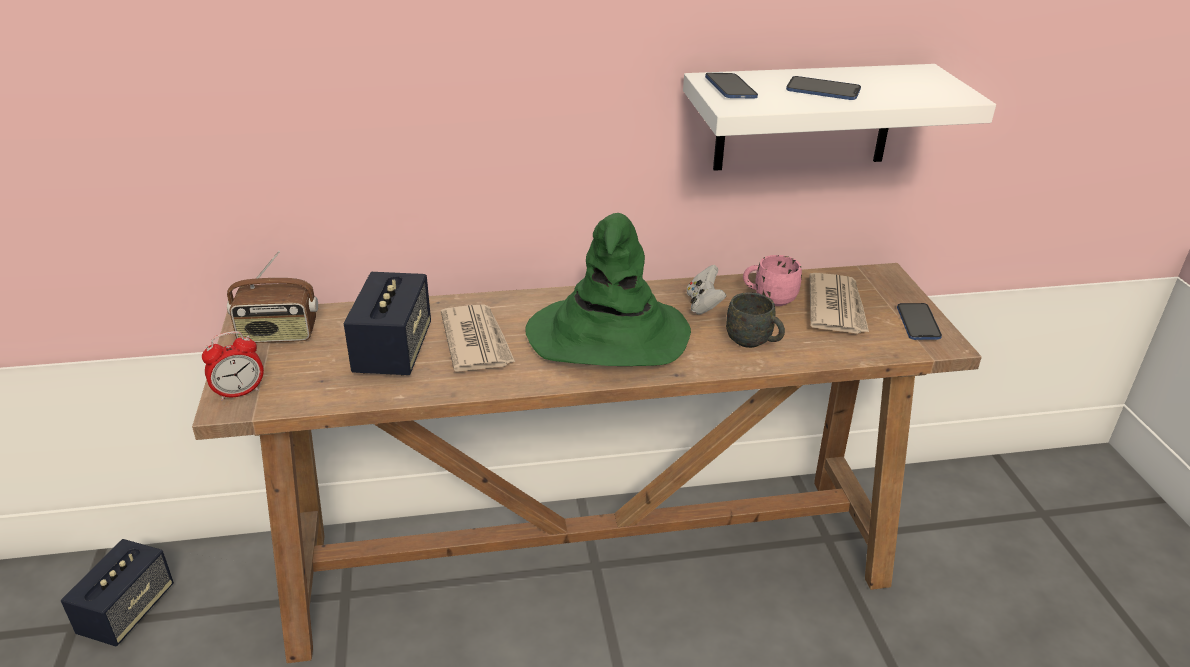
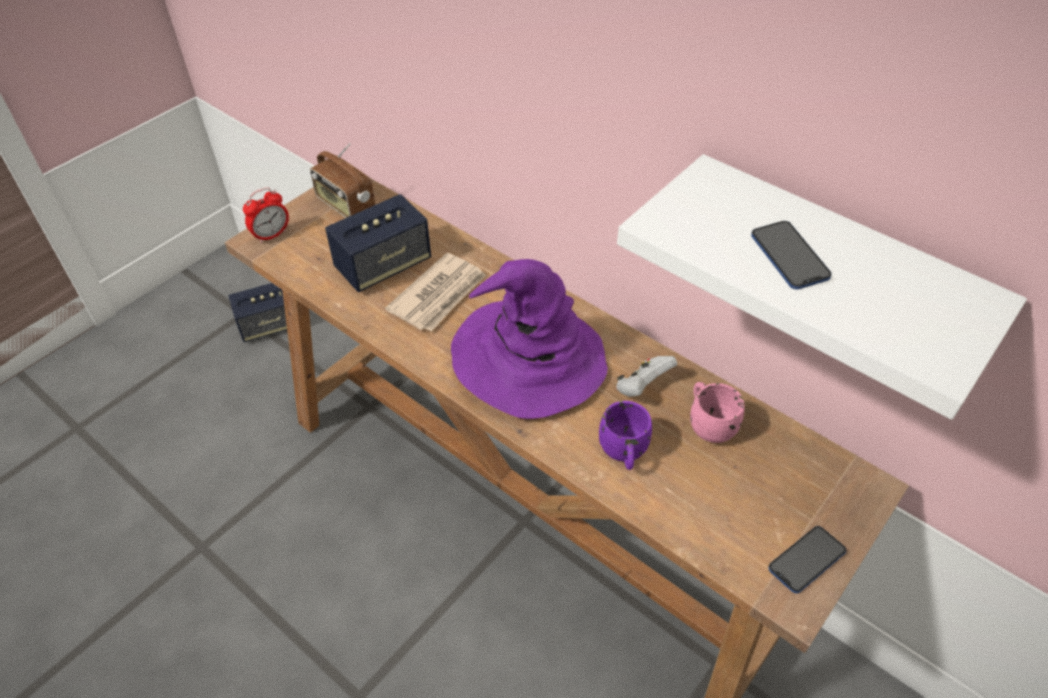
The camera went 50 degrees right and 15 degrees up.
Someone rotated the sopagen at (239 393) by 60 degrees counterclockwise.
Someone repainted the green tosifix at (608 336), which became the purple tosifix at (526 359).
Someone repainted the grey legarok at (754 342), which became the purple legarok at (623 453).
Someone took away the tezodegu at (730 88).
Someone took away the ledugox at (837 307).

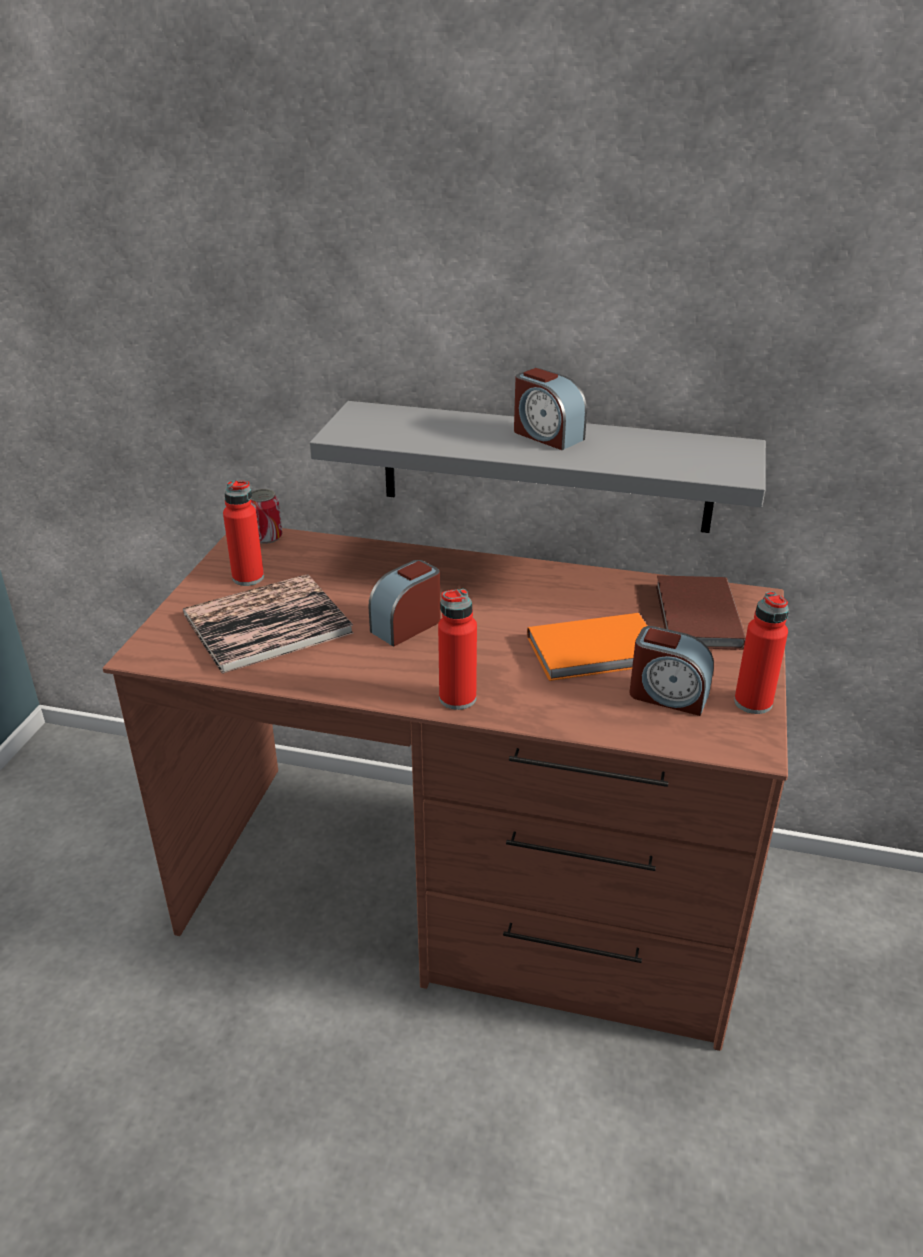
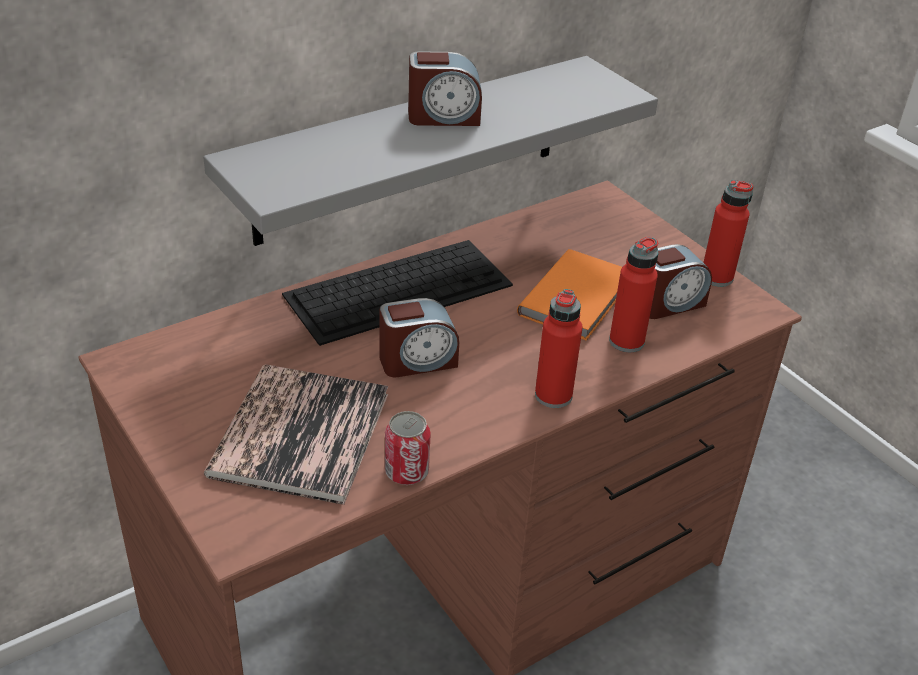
The camera went 50 degrees left and 5 degrees up.
Someone put down the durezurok at (400 289).
Someone rotated the sopagen at (406 625) by 105 degrees counterclockwise.
Someone carried the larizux from (266 537) to (406 472).
Someone carried the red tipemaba from (248 578) to (626 341).
Someone took away the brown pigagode at (695 617).

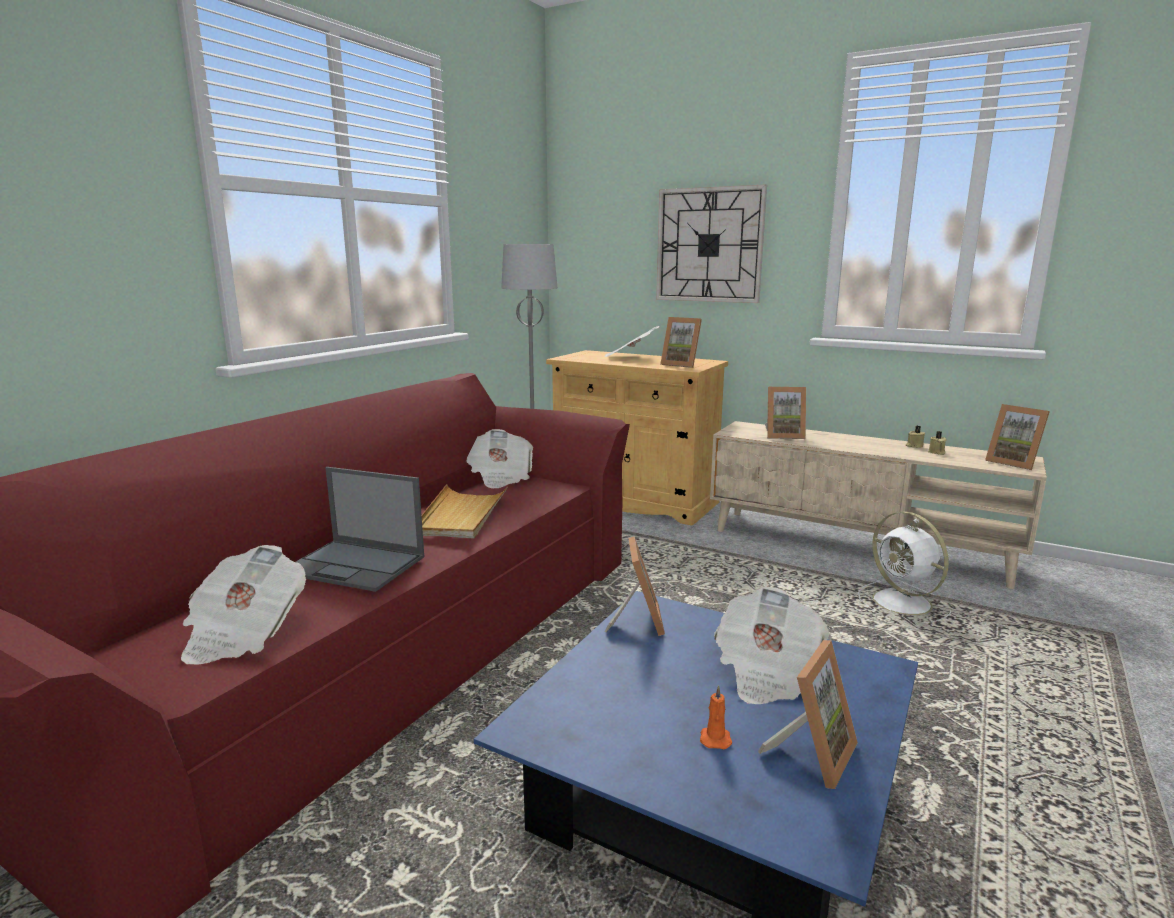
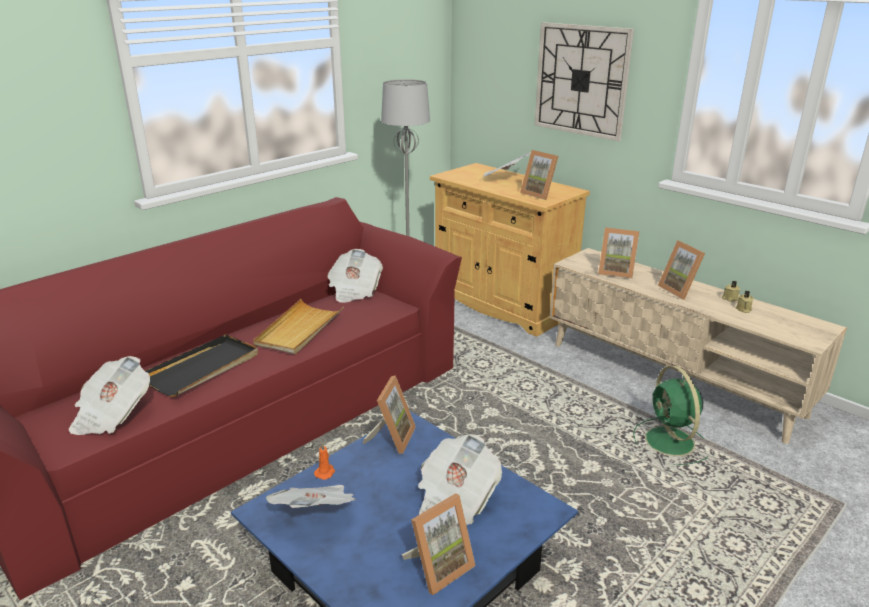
The camera went 15 degrees right and 10 degrees up.
Someone swapped the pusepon at (356 565) for the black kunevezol at (203 368).
Someone put down the ledugox at (316 513).
Someone carried the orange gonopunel from (715 738) to (325 472).
Someone repainted the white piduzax at (904 604), which became the green piduzax at (670 443).
Someone carried the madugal from (1013 463) to (680 290).

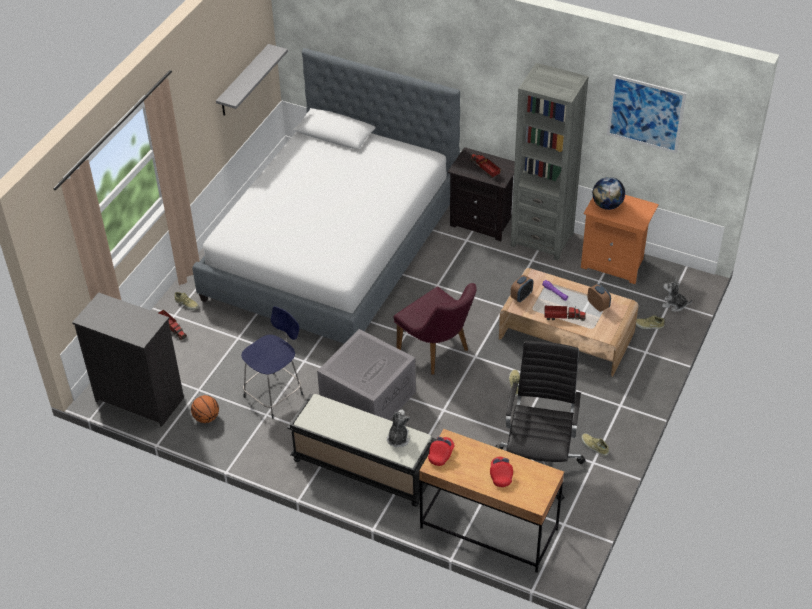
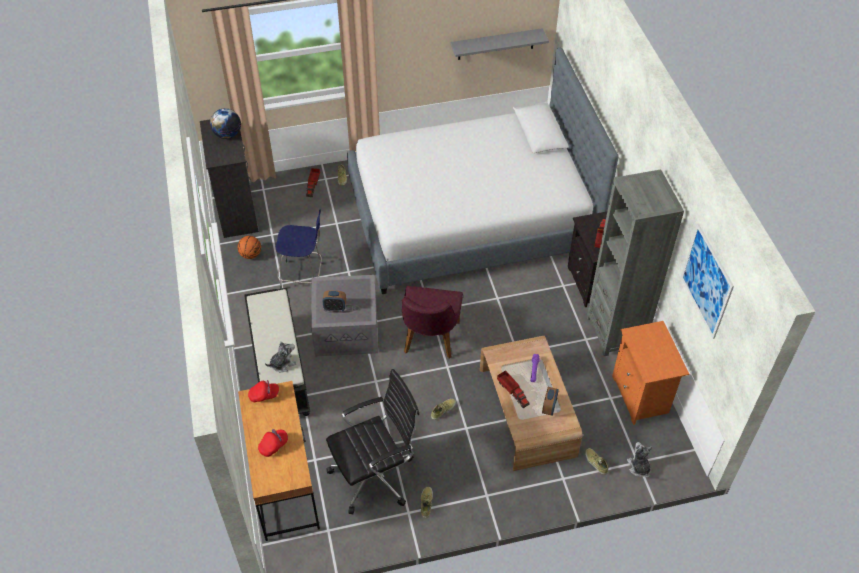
The camera went 50 degrees right and 5 degrees up.
Someone carried the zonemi from (607 205) to (227 135).
Someone carried the sopagen from (521 296) to (335 308).

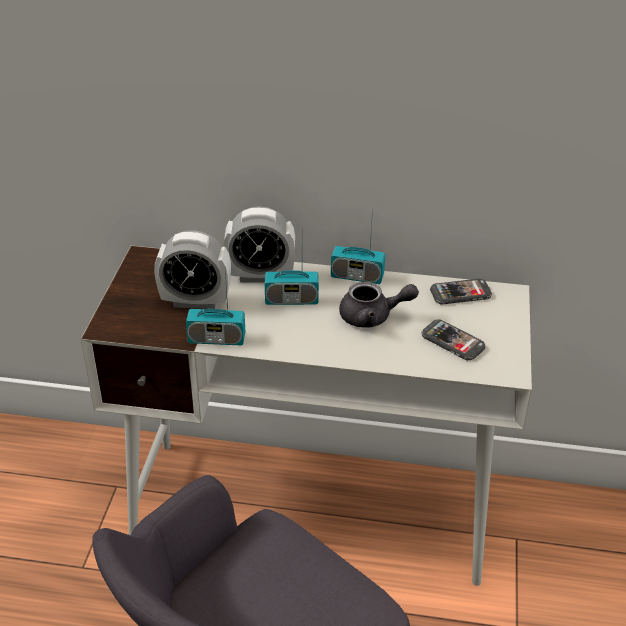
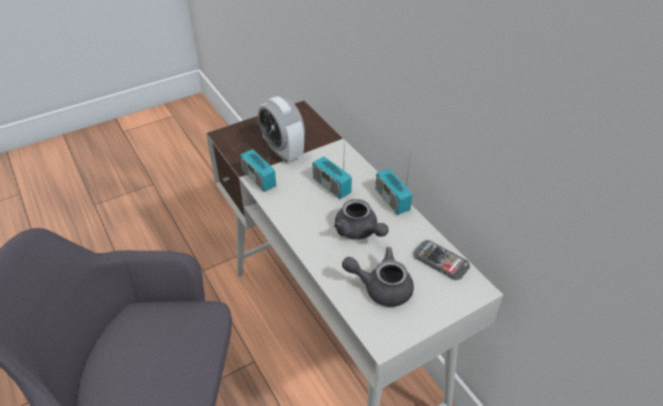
The camera went 50 degrees right and 5 degrees up.
Someone swapped the tezodegu at (452 341) for the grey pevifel at (381 287).
Someone took away the sopagen at (260 276).

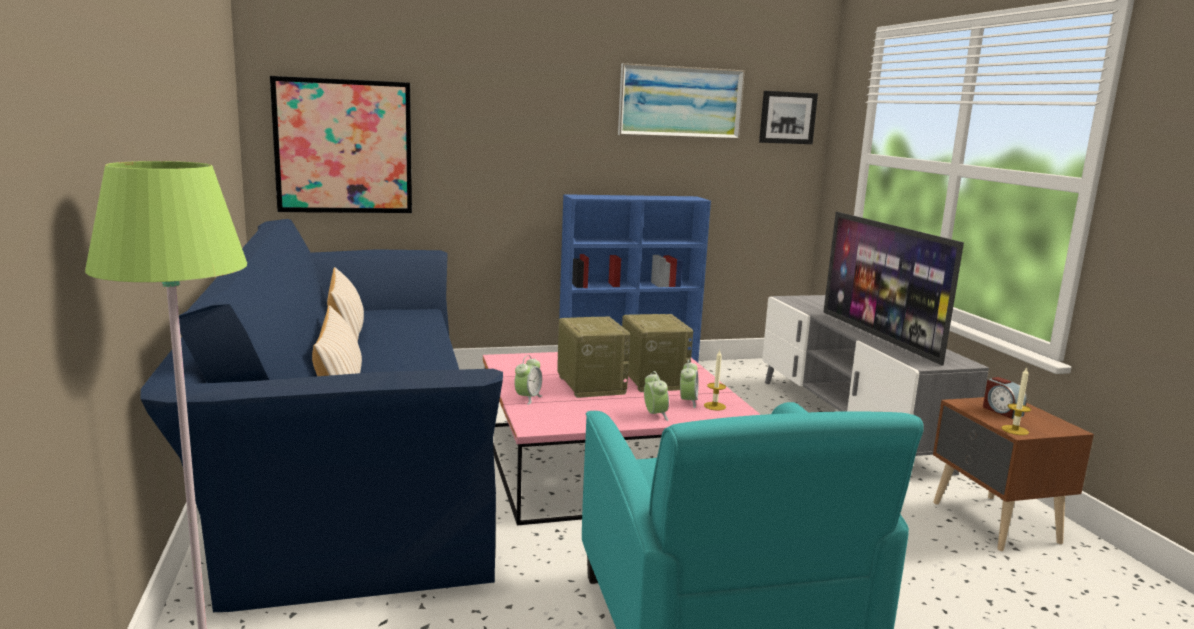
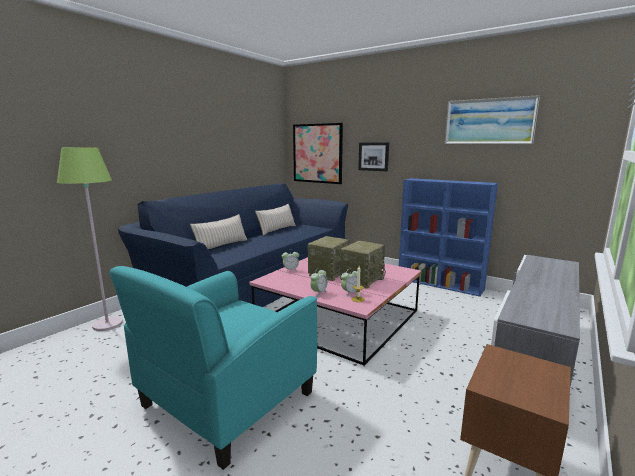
The camera went 50 degrees right and 0 degrees up.
Someone carried the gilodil from (787 117) to (373 156).
Someone took away the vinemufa at (880 337).
Someone took away the sopagen at (1001 411).
Someone took away the gonopunel at (1015 430).

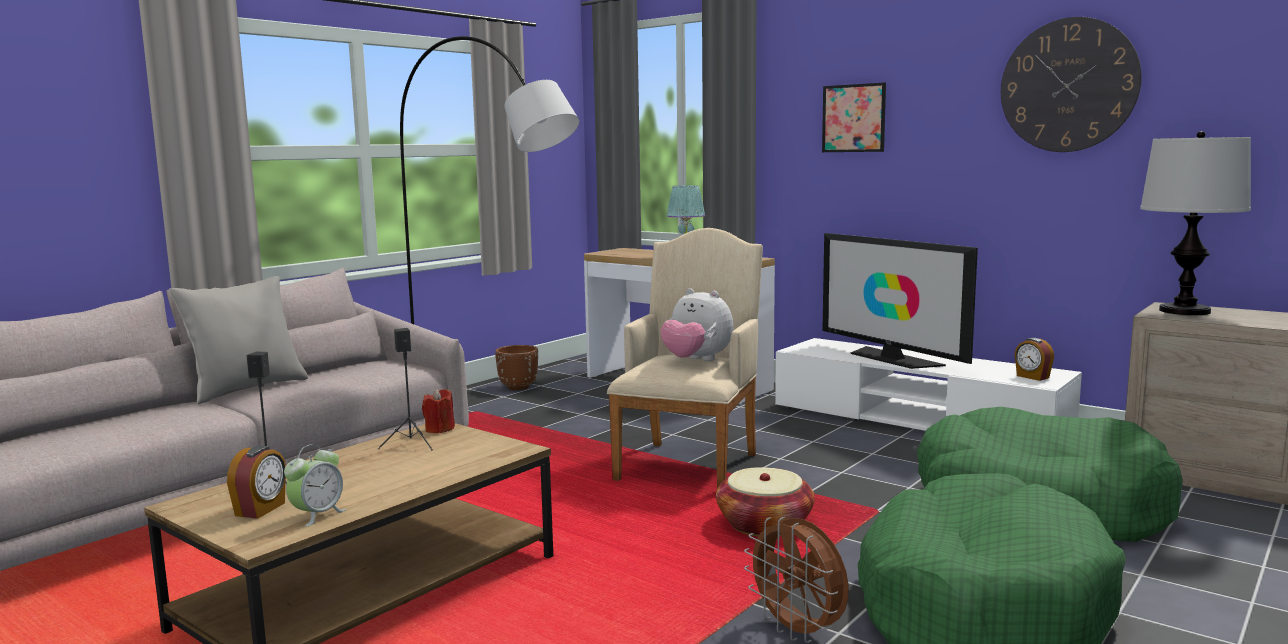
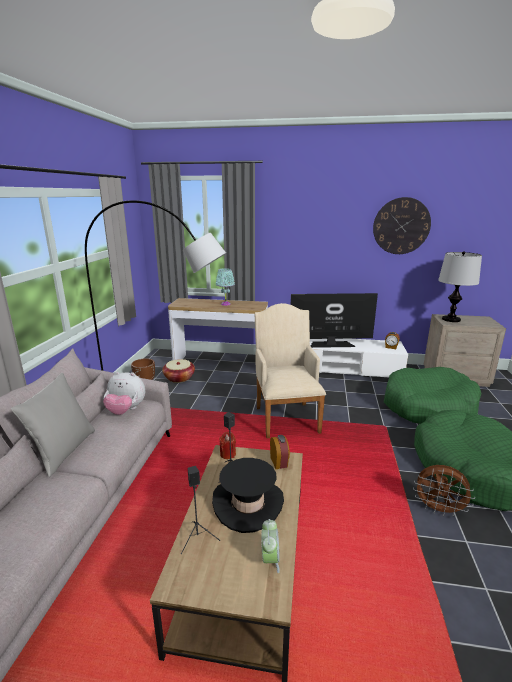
The camera went 30 degrees left and 10 degrees up.
Someone carried the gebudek from (696 360) to (126 410).
Someone carried the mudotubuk from (764 525) to (179 378).
Someone put down the black tosifix at (248 504).
Someone carried the sopagen from (261 509) to (279 462).
Someone rotated the vinemufa at (892 358) by 150 degrees clockwise.
Someone took away the gilodil at (853 118).

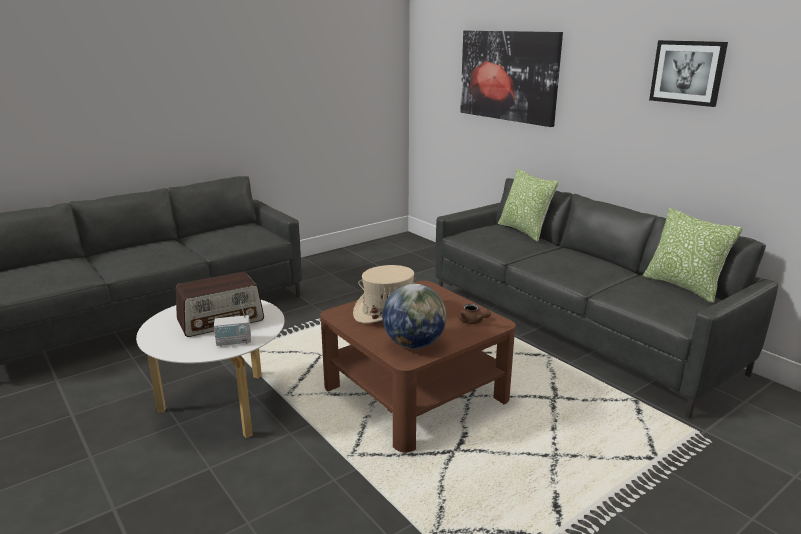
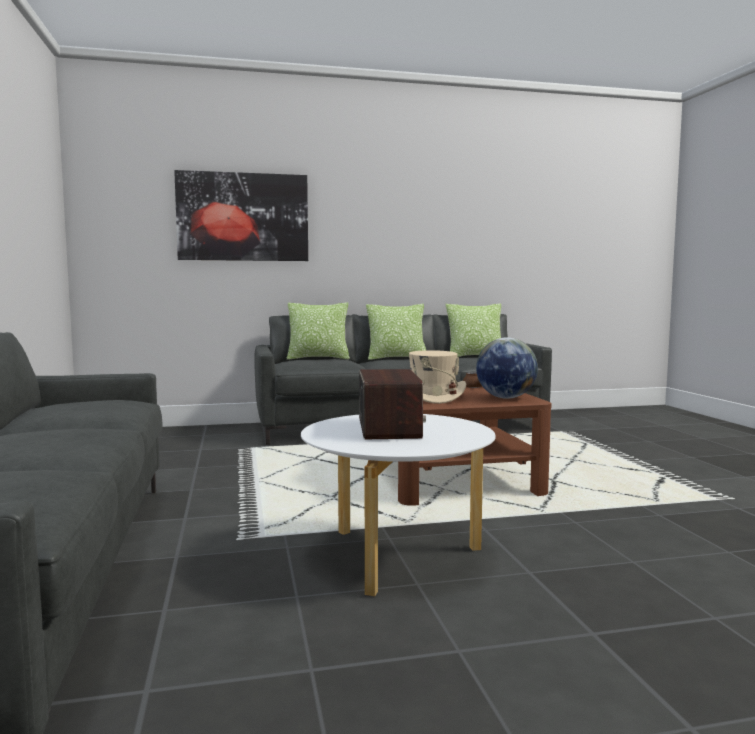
The camera went 65 degrees left and 15 degrees down.
Someone put down the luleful at (396 358).
Someone took away the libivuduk at (234 342).
Someone took away the gilodil at (687 72).

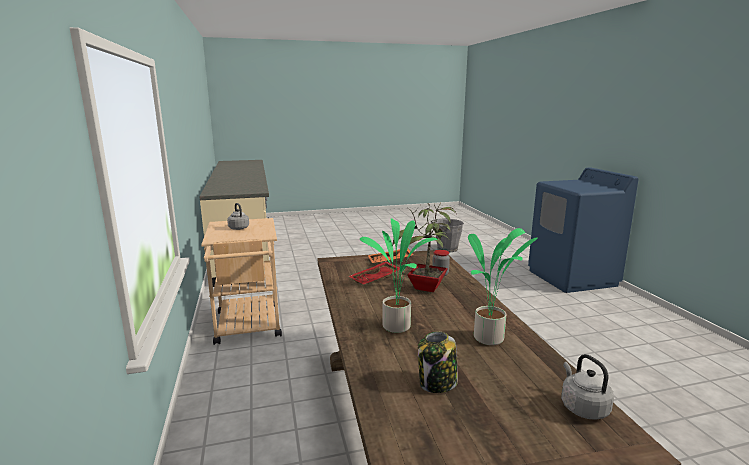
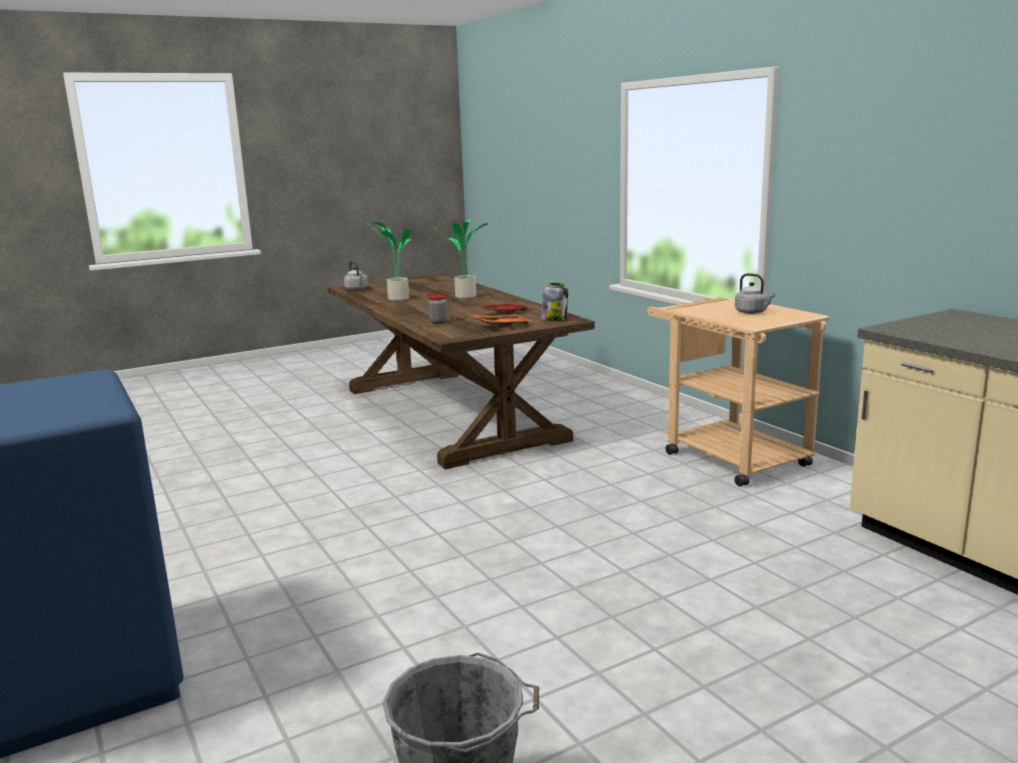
The camera went 165 degrees right and 0 degrees up.
Someone carried the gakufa from (437 383) to (554 319).
Someone took away the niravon at (426 288).

